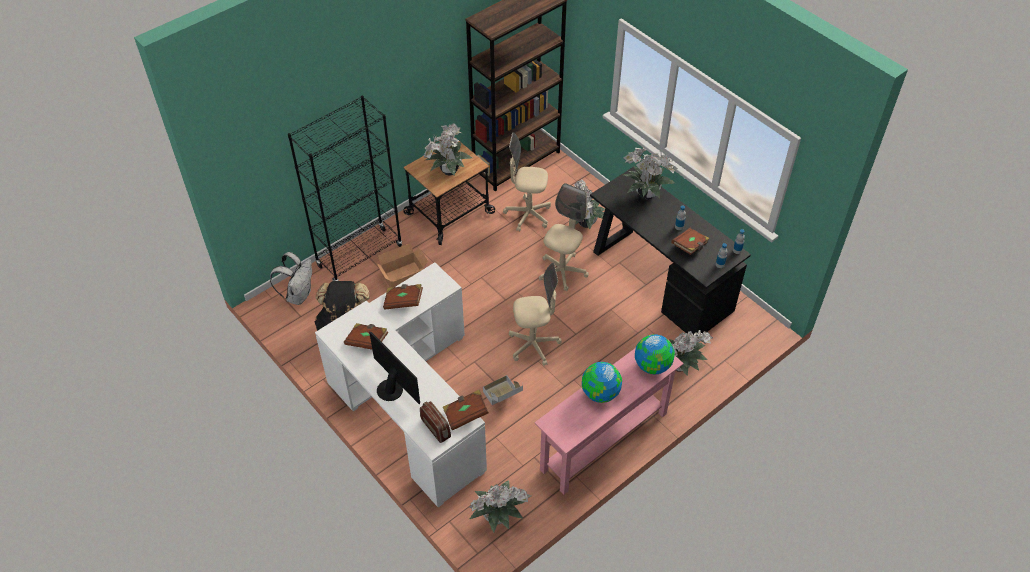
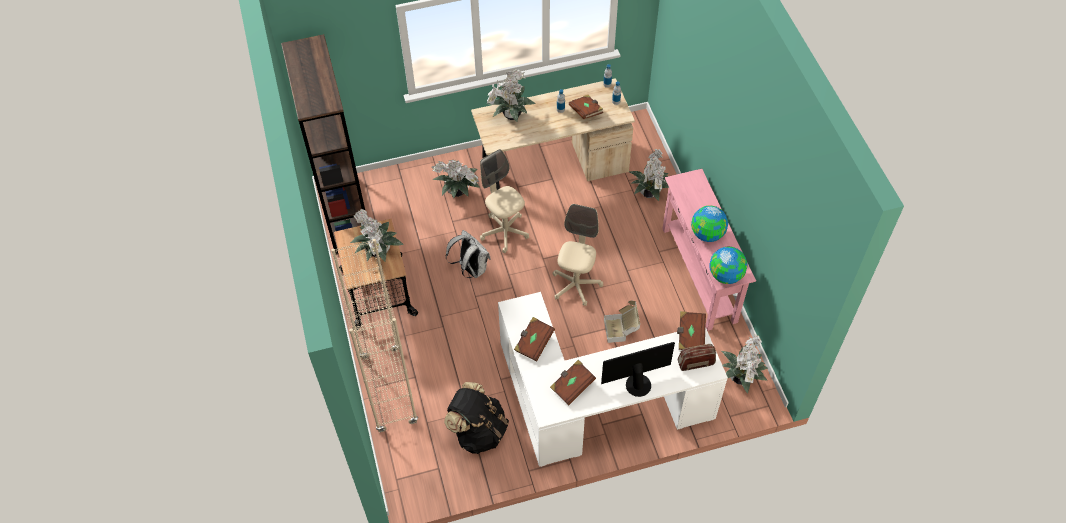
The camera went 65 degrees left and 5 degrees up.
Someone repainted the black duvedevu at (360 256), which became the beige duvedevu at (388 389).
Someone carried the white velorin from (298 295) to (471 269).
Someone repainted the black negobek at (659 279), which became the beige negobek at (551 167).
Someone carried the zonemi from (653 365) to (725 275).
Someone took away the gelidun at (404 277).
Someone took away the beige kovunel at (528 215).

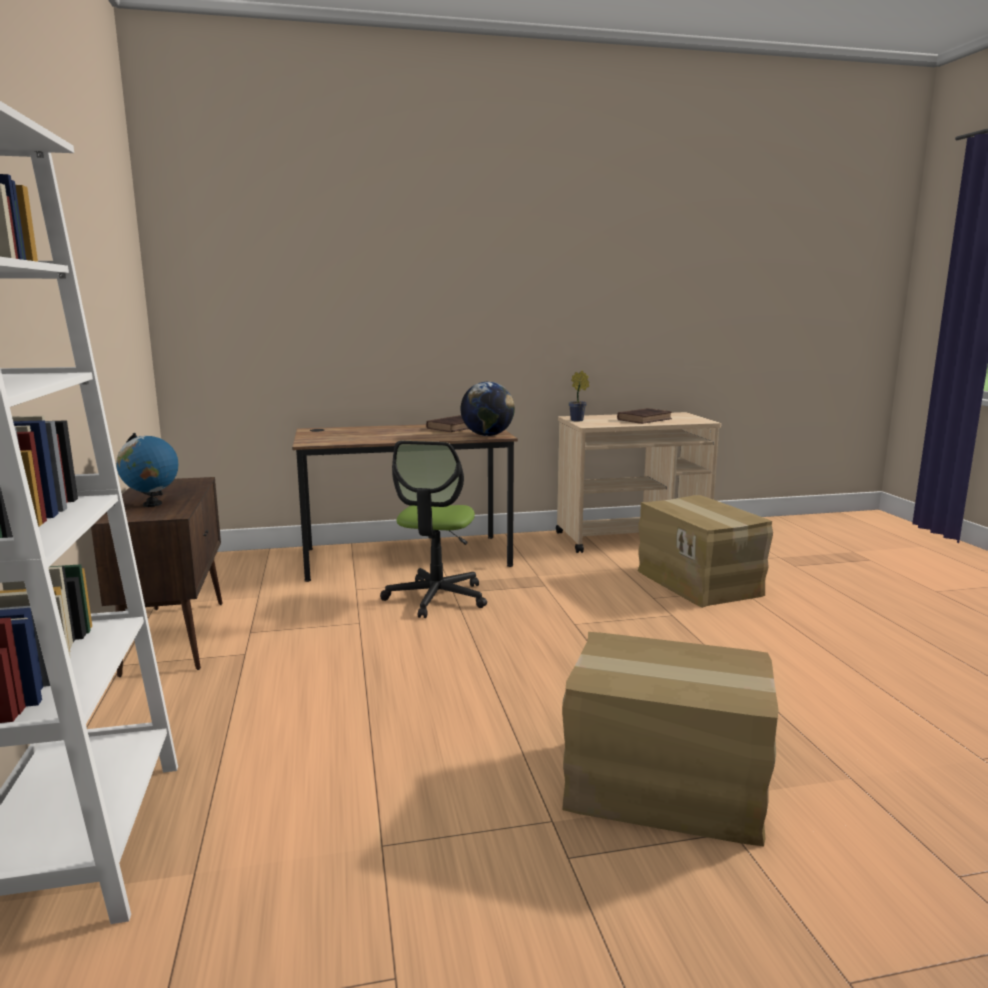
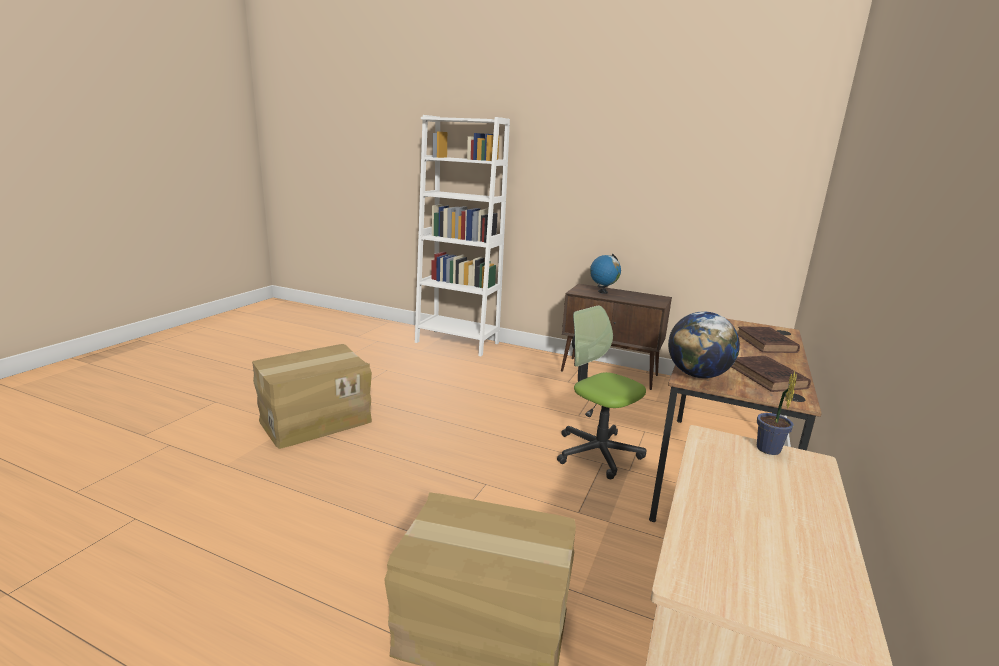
The camera went 125 degrees right and 5 degrees up.
Someone carried the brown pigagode from (645 419) to (766 344).

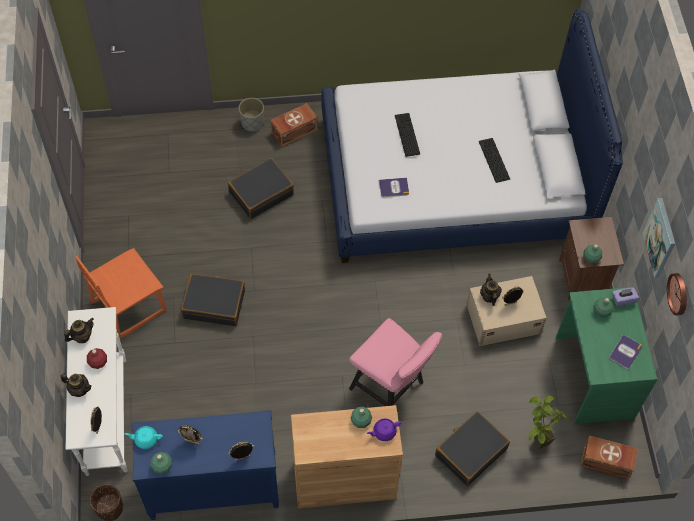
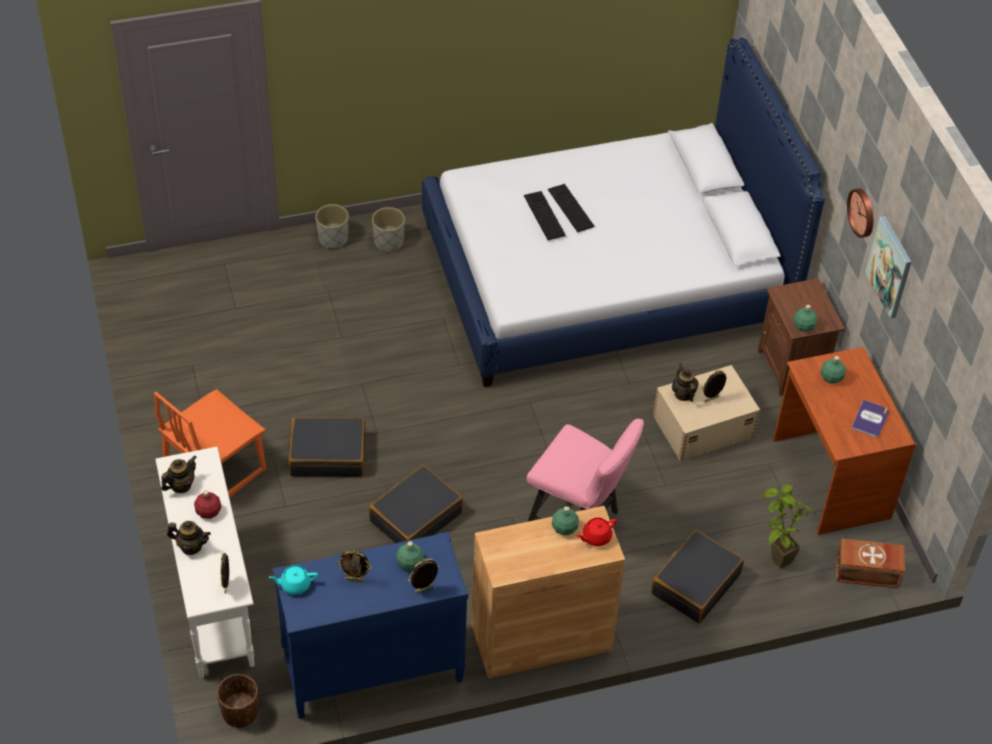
The camera went 10 degrees left and 10 degrees down.
Someone carried the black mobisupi from (261 193) to (415 517).
Someone swapped the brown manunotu at (293 131) for the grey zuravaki at (388 242).
Someone carried the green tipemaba from (162 466) to (410 563).
Someone carried the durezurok from (494 160) to (570 208).
Someone repainted the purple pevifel at (384 432), which became the red pevifel at (596 537).
Someone repainted the green negobek at (593 377), which became the brown negobek at (829 478).
Someone carried the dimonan from (679 294) to (862 212).
Someone took away the pigagode at (394 188).
Someone took away the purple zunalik at (623 299).

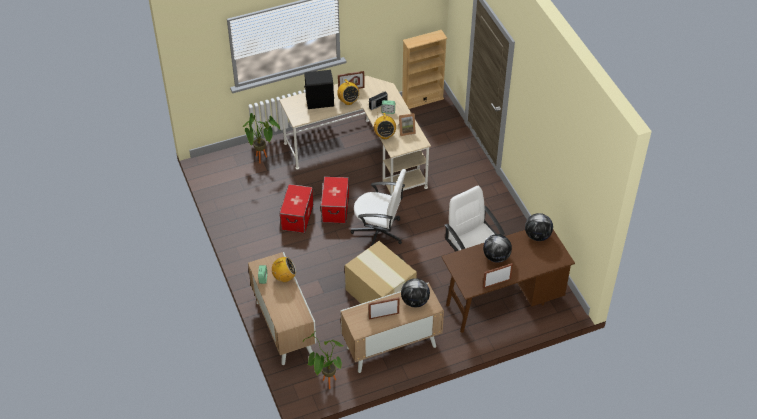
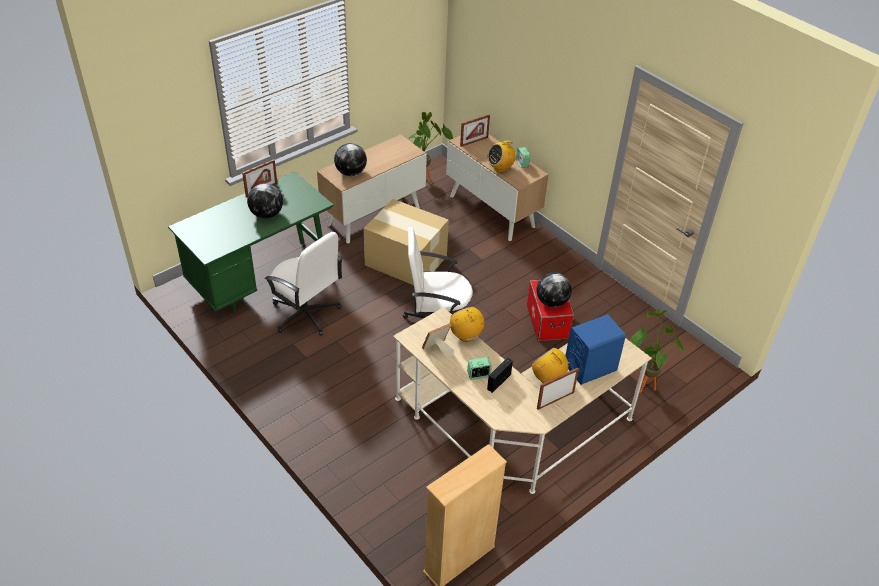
The camera went 160 degrees right and 5 degrees down.
Someone repainted the brown negobek at (502 302), which became the green negobek at (261 279).
Someone carried the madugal from (383 316) to (474 141).
Someone carried the zonemi from (537 236) to (552 302).
Someone repainted the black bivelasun at (319 101), which became the blue bivelasun at (590 367).
Someone took away the manunotu at (335 208).

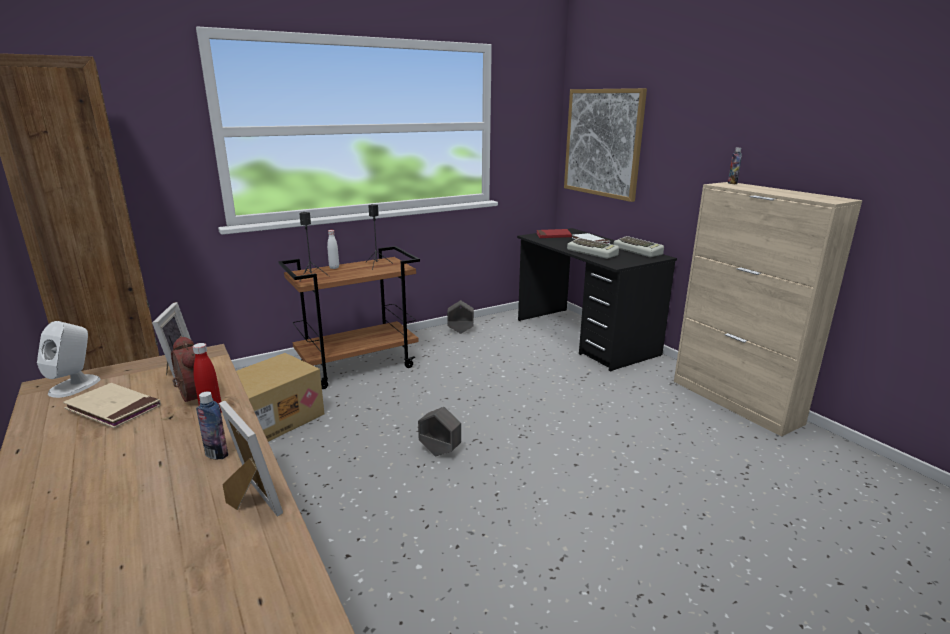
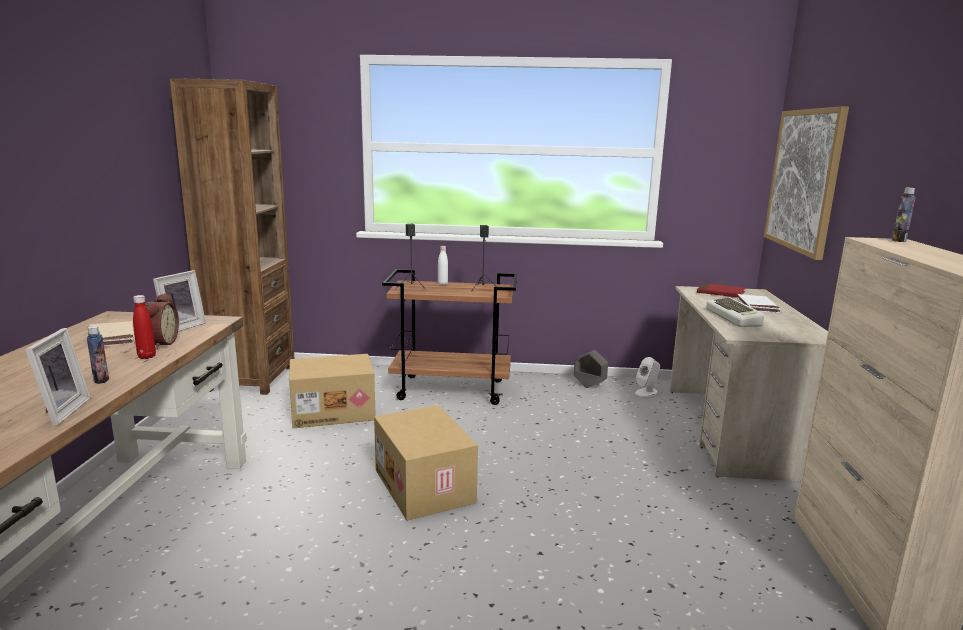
The camera went 35 degrees right and 5 degrees down.
Someone swapped the grey zuravaki at (440 451) for the gelidun at (426 486).
Someone carried the white bivelasun from (75 386) to (647 392).
Someone repainted the black negobek at (584 337), which became the beige negobek at (733 431).
Someone took away the durezurok at (638 251).

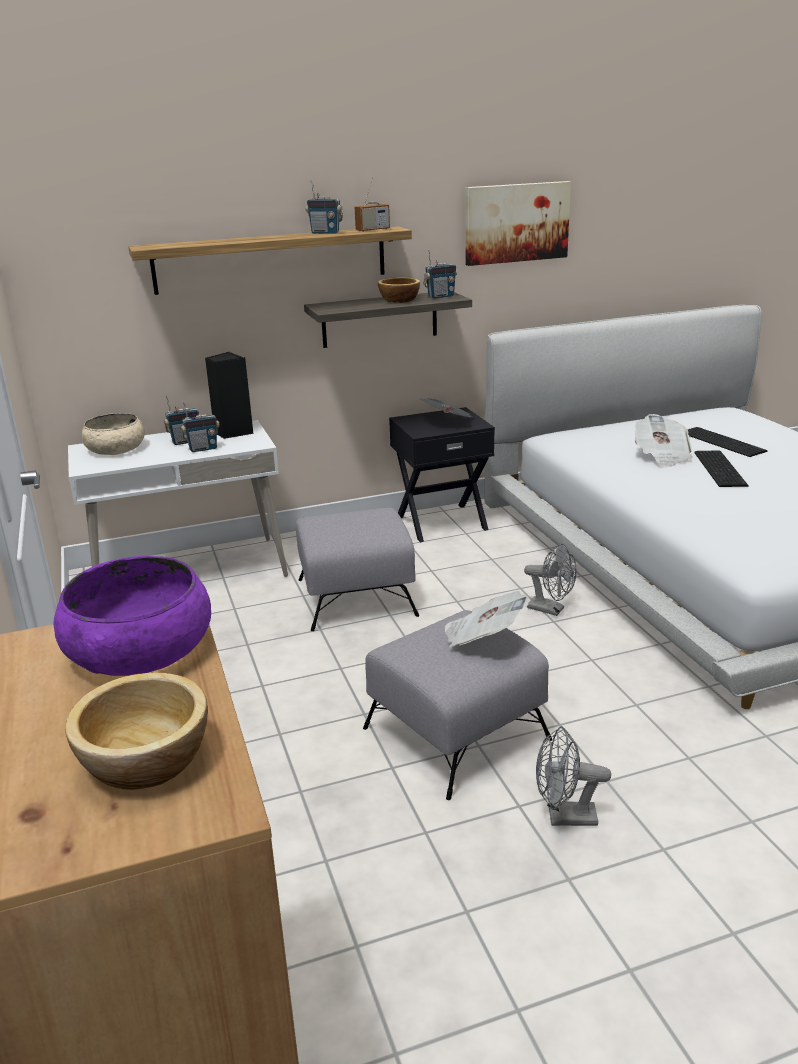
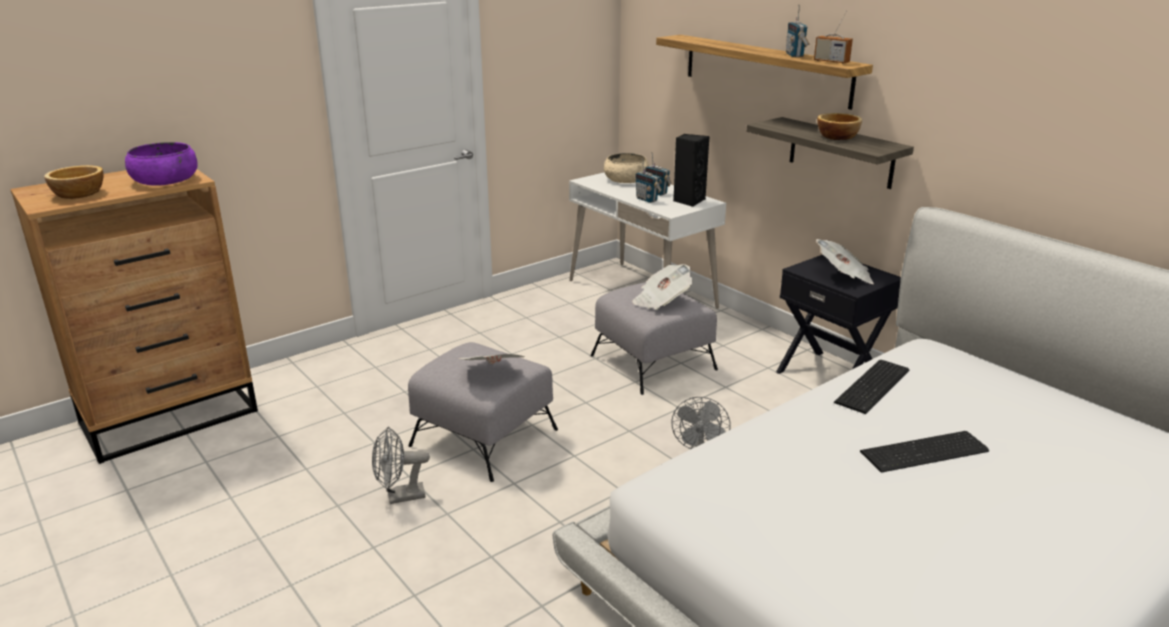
The camera went 70 degrees right and 0 degrees up.
Someone rotated the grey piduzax at (564 817) by 90 degrees counterclockwise.
Someone carried the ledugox from (661 456) to (661 301).
Someone carried the durezurok from (722 441) to (875 386).
Someone took away the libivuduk at (440 296).
Someone took away the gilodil at (516 223).

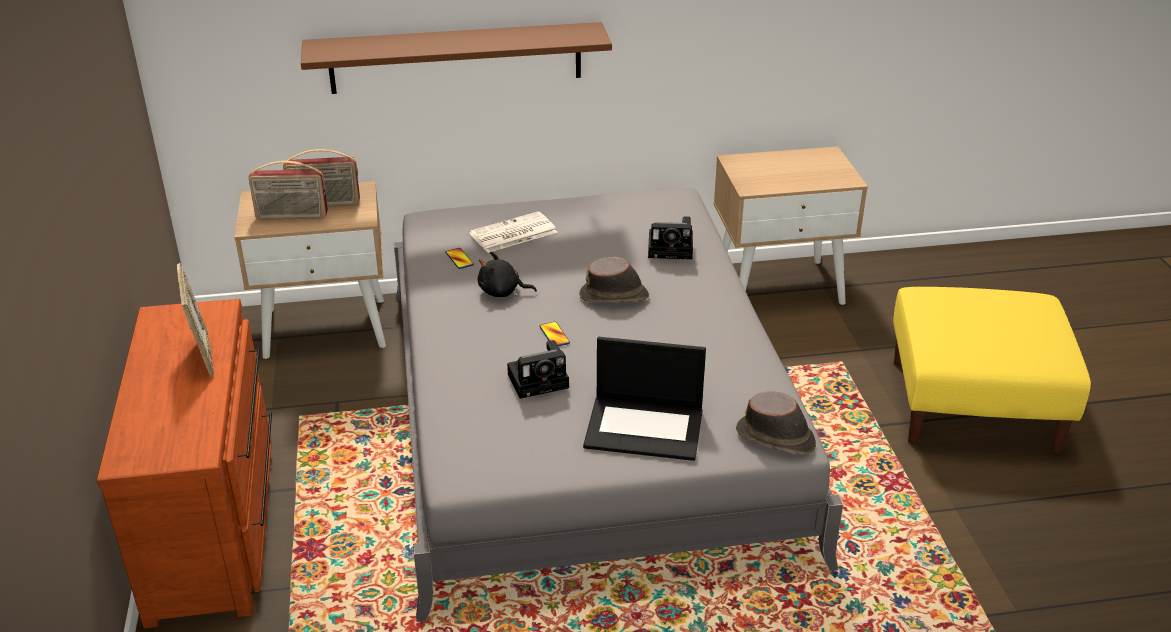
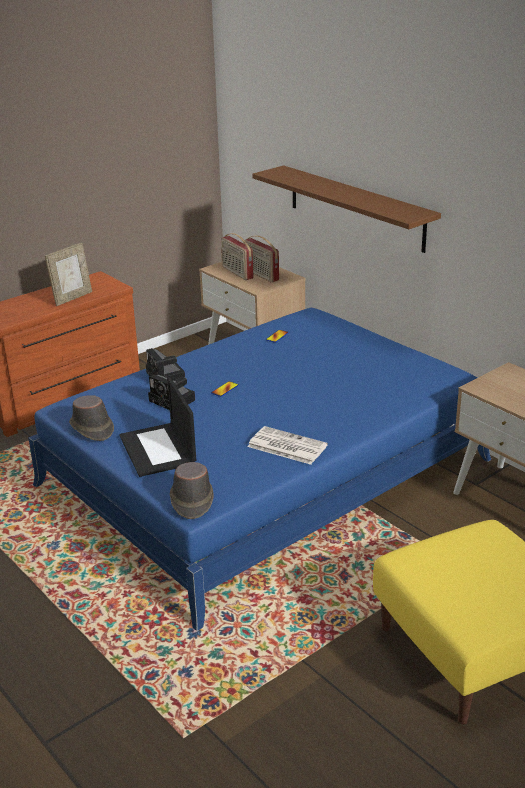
The camera went 60 degrees right and 5 degrees down.
Someone repainted the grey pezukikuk at (585 414), which became the blue pezukikuk at (264 472).
Someone carried the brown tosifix from (614 296) to (91 428).
Someone carried the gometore from (672 249) to (166 377).
Someone carried the ledugox from (512 234) to (286 446).
Someone took away the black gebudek at (502 292).

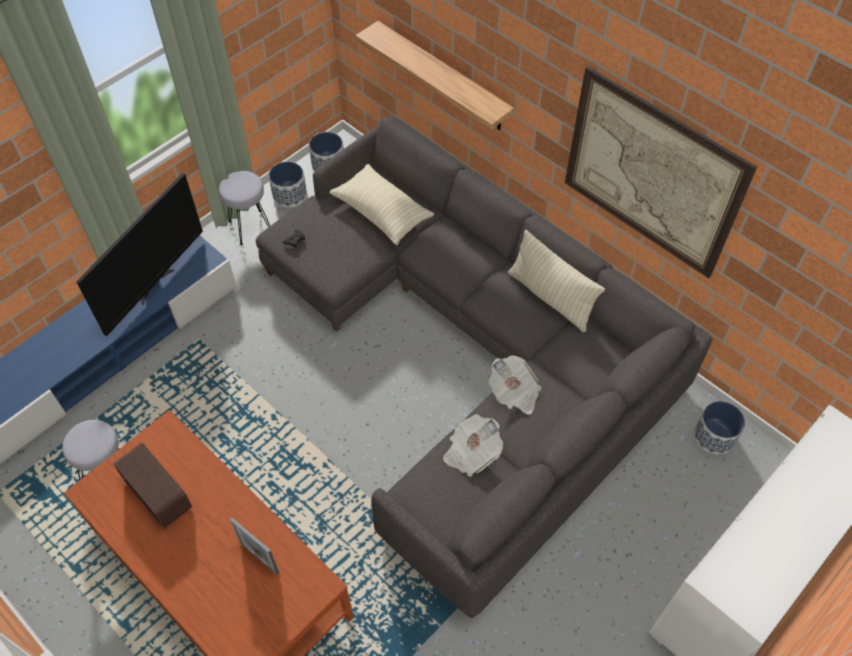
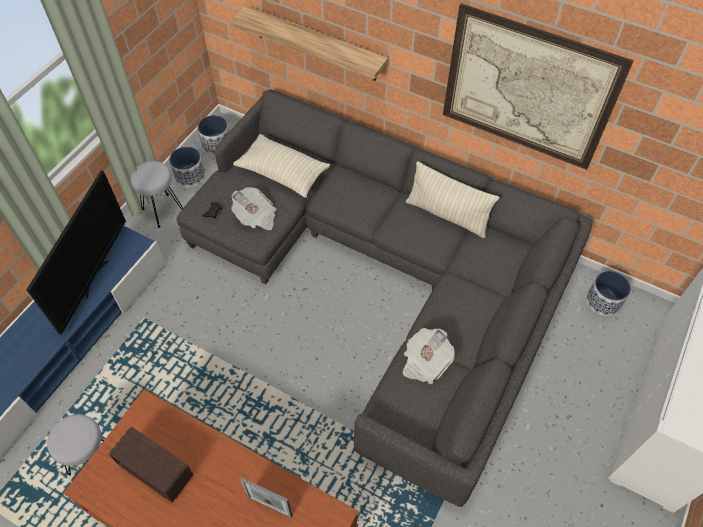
The camera went 15 degrees left and 0 degrees up.
Someone carried the ledugox from (514 393) to (256 217).

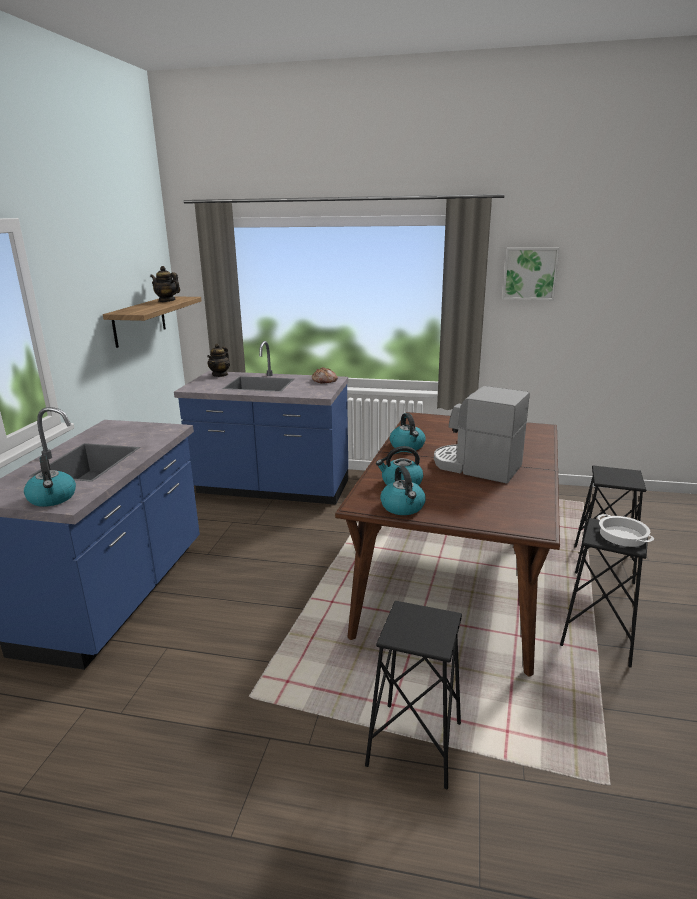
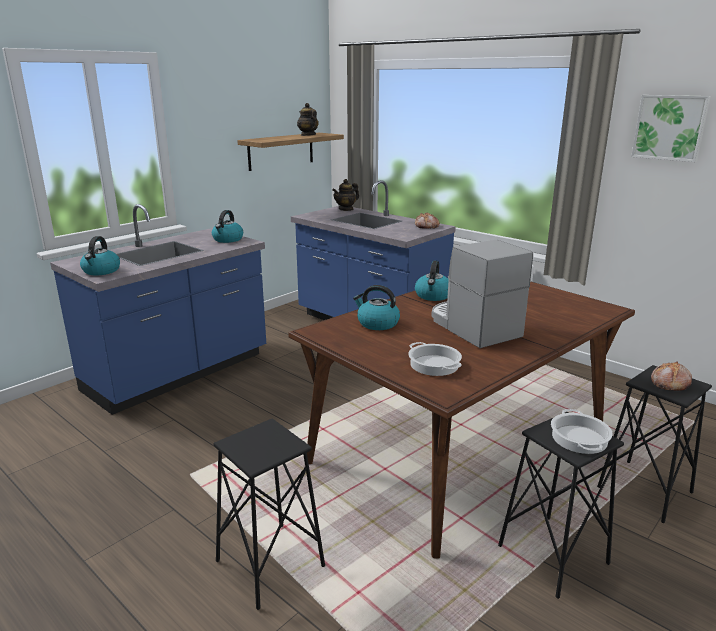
The camera went 30 degrees right and 0 degrees up.
Someone carried the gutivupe from (403 507) to (228 239).
Someone put down the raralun at (435 365).
Someone put down the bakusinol at (669 383).

